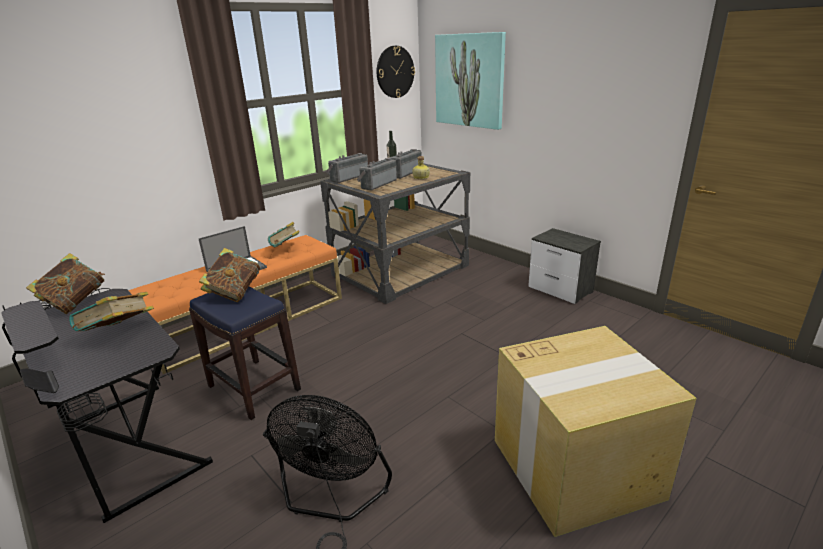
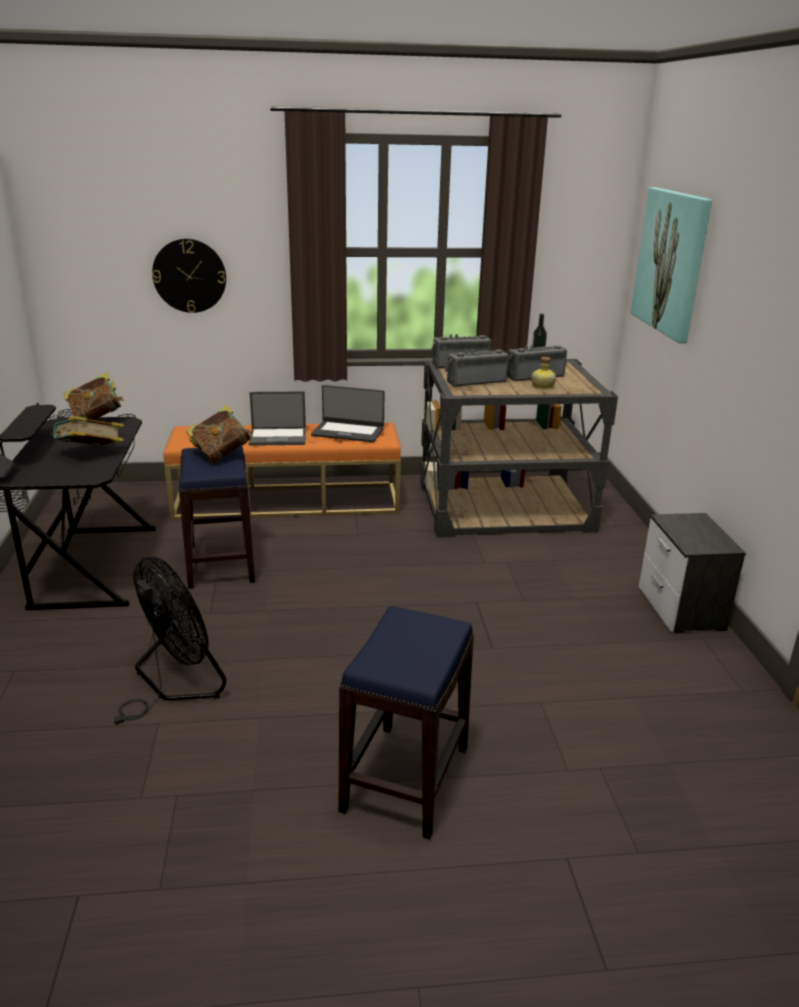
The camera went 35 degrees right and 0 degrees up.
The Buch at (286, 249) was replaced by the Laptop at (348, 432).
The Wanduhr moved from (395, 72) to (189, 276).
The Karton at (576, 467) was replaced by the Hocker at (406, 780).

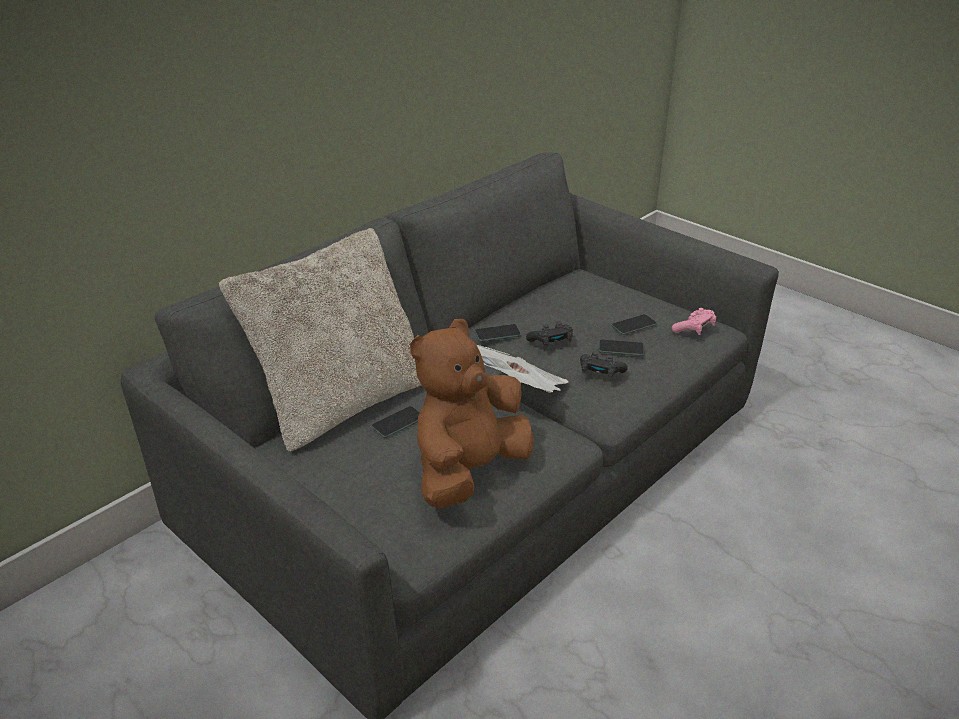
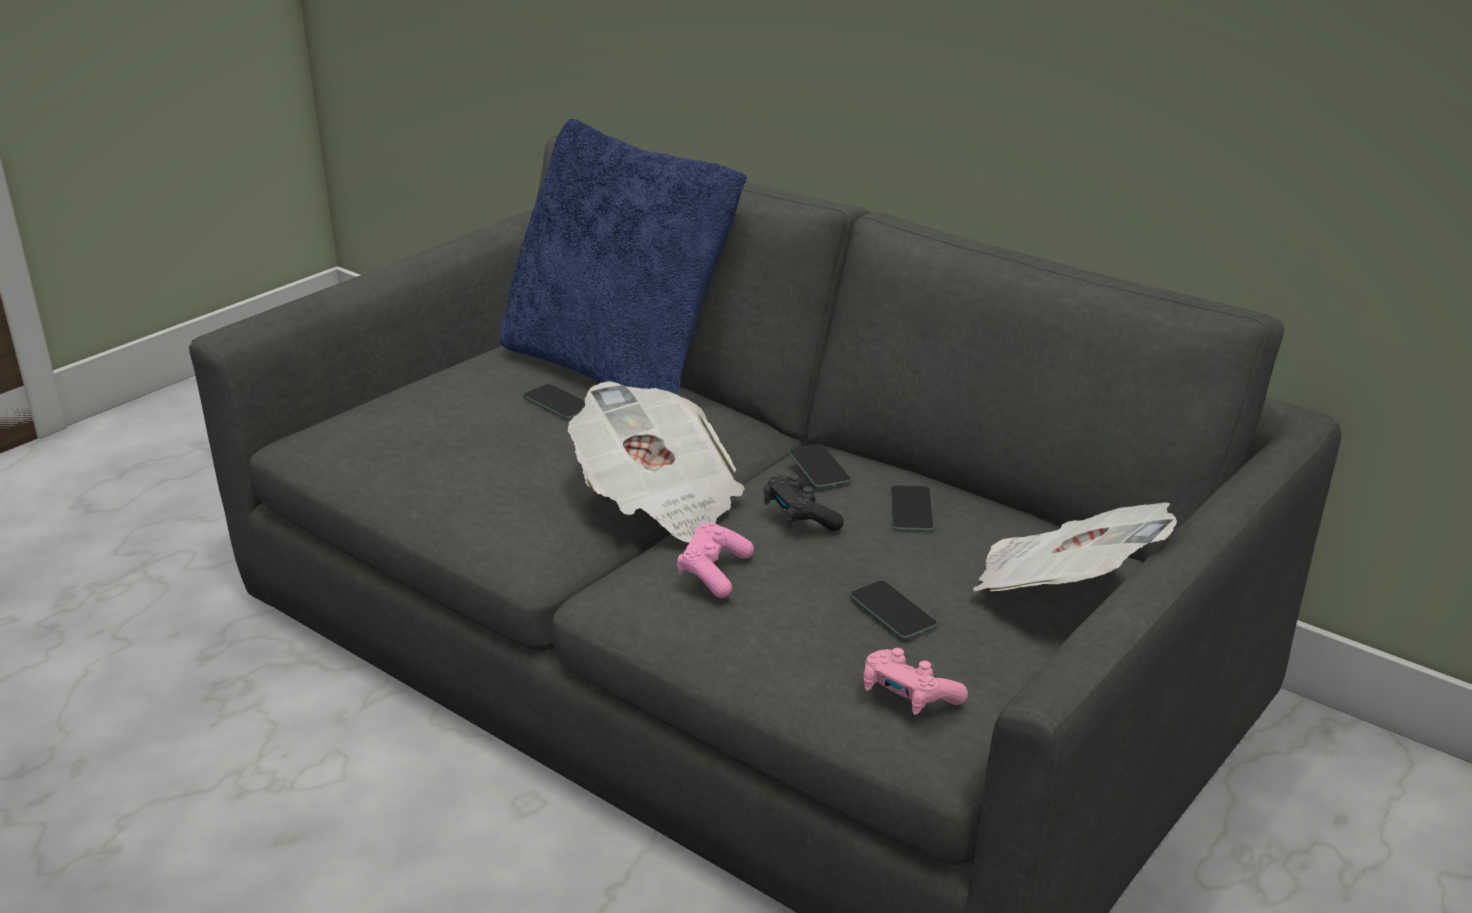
The camera went 85 degrees right and 5 degrees down.
The Kissen (beige) at (342, 398) became the Kissen (blau) at (617, 364).
The Plüschtier (braun) at (469, 471) disappeared.
The Gamepad (schwarz) at (600, 373) became the Gamepad (rosa) at (714, 573).
The Handy moved from (621, 348) to (911, 510).
The Zeitung at (1062, 590) appeared.

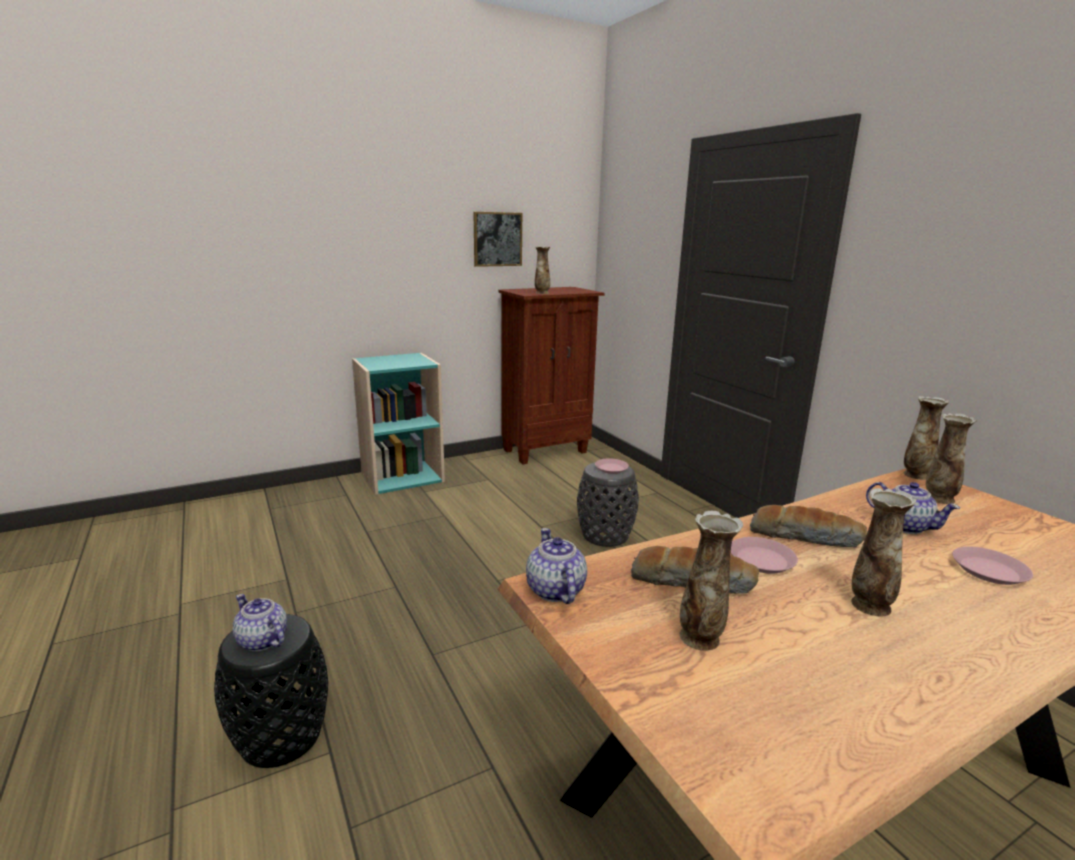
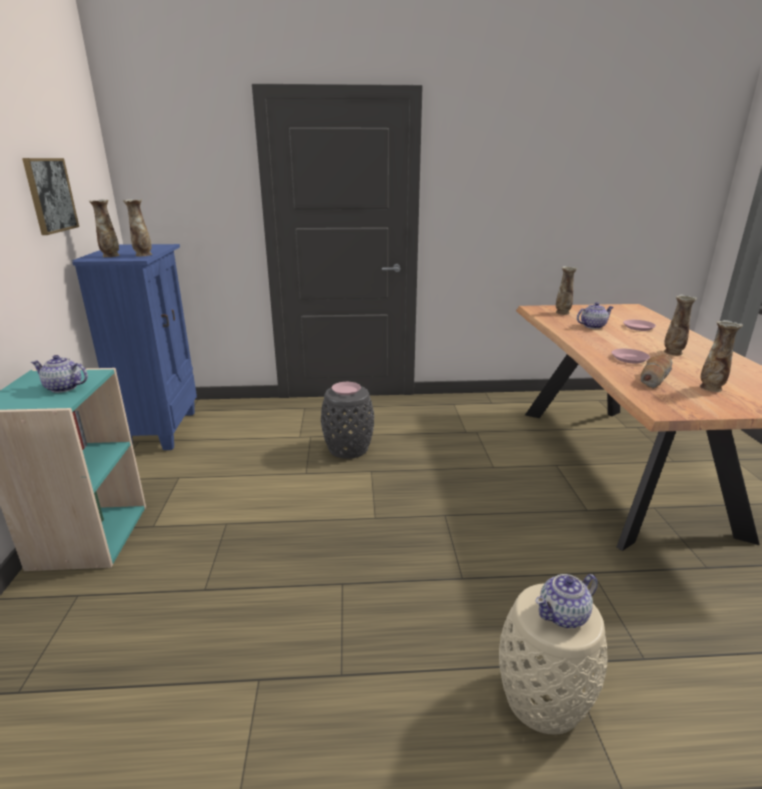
The camera went 65 degrees left and 5 degrees up.
The Hocker (schwarz) at (280, 737) became the Hocker (beige) at (543, 699).
The Schrank (braun) at (546, 452) became the Schrank (blau) at (162, 430).
The Teekanne moved from (555, 591) to (64, 388).
The Brot at (805, 536) disappeared.
The Vase moved from (916, 475) to (110, 256).

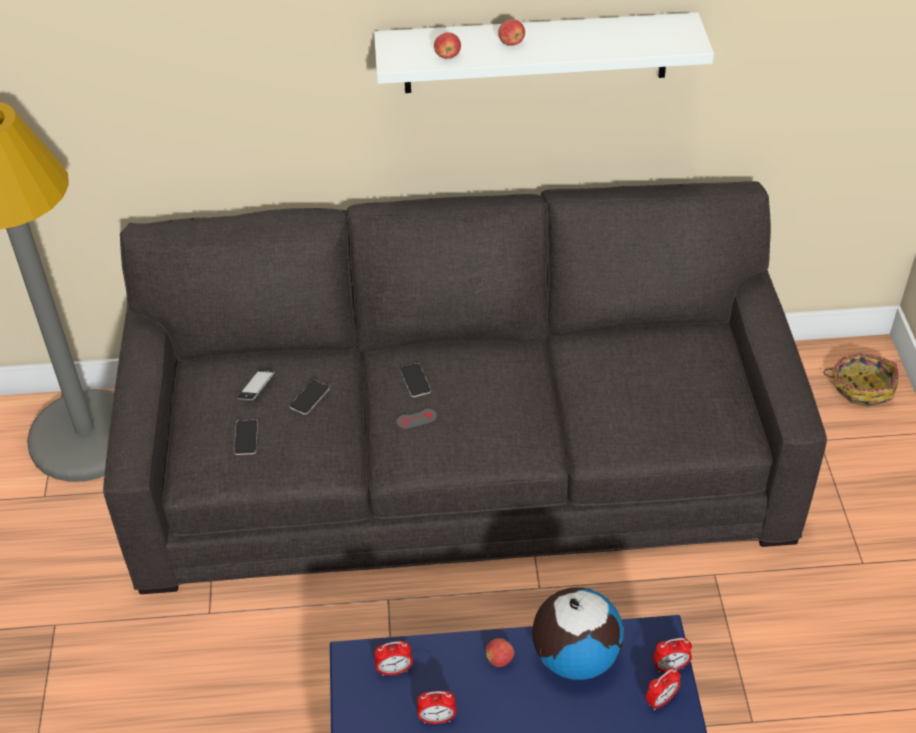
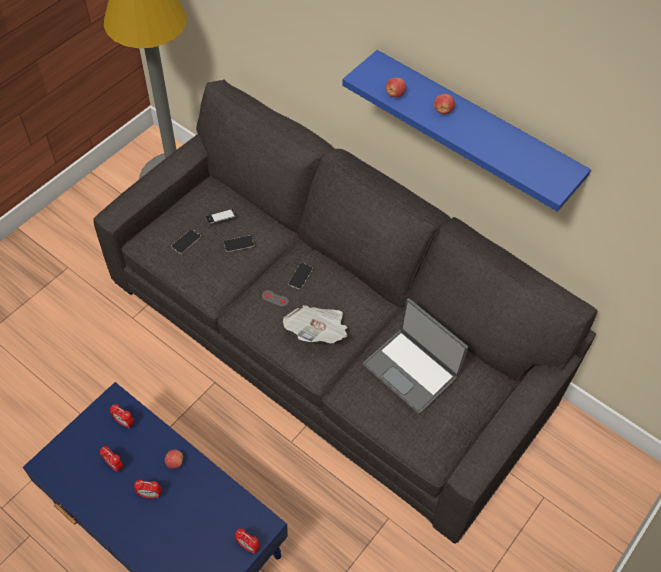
The camera went 40 degrees right and 10 degrees up.
The Wandregal (weiß) at (536, 53) became the Wandregal (blau) at (474, 126).
The Globus at (575, 656) disappeared.
The Wecker moved from (661, 700) to (150, 494).
The Korb at (861, 387) disappeared.
The Zeitung at (317, 332) appeared.
The Laptop at (411, 370) appeared.

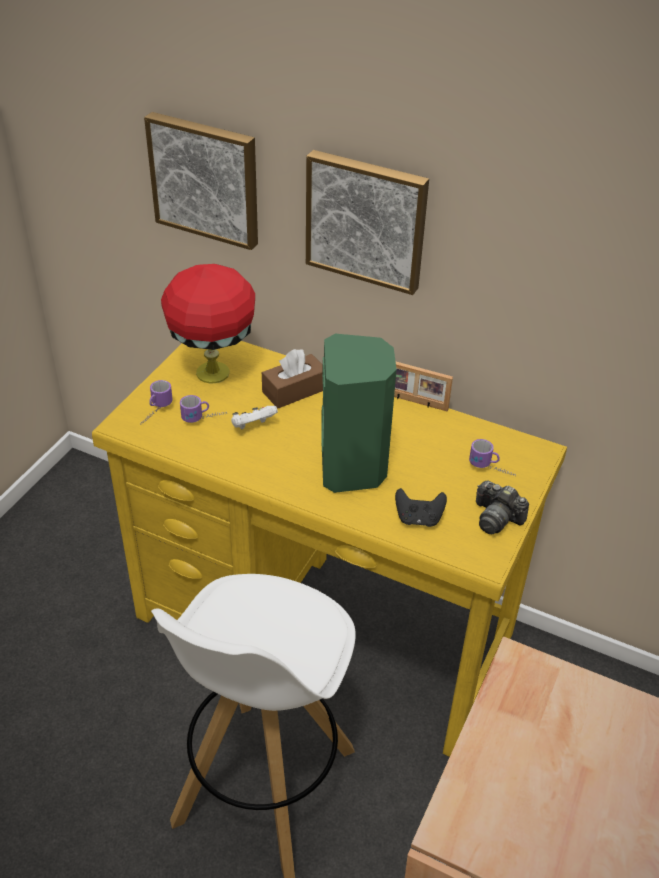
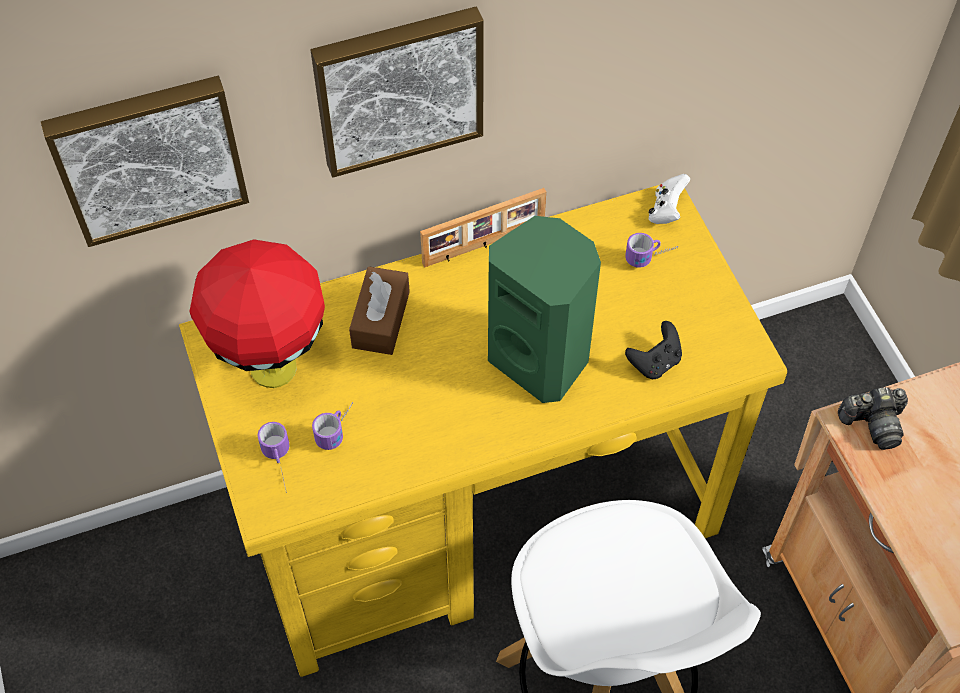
The camera went 45 degrees left and 15 degrees up.
The Gamepad (weiß) moved from (252, 426) to (666, 210).
The Kamera moved from (496, 518) to (873, 424).

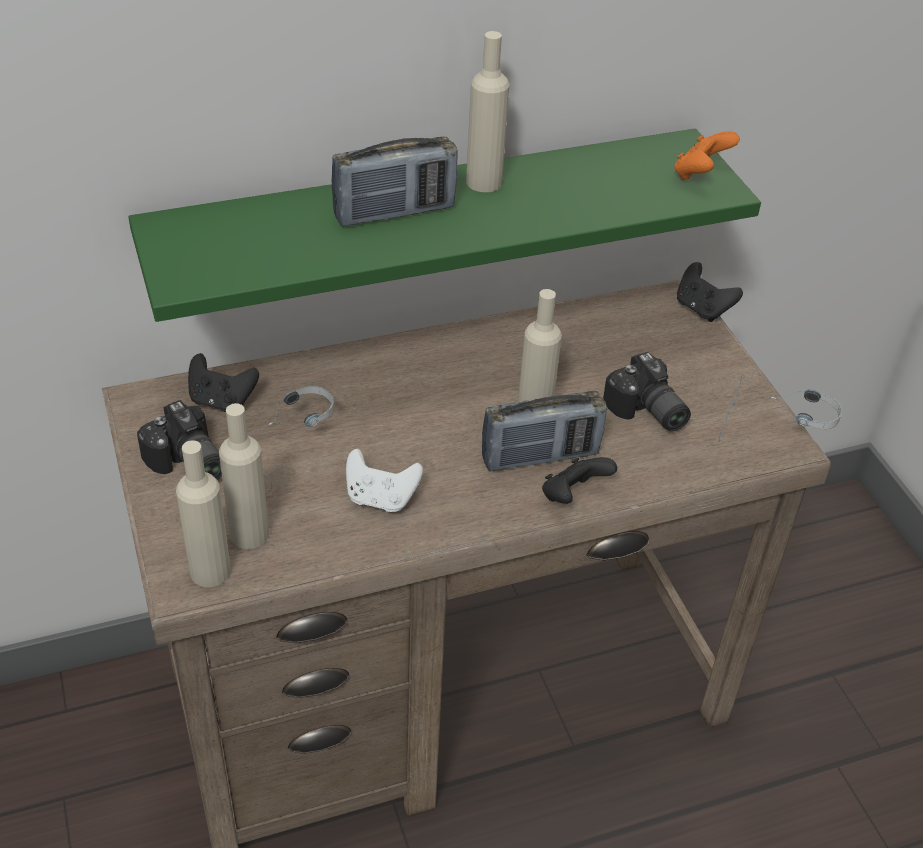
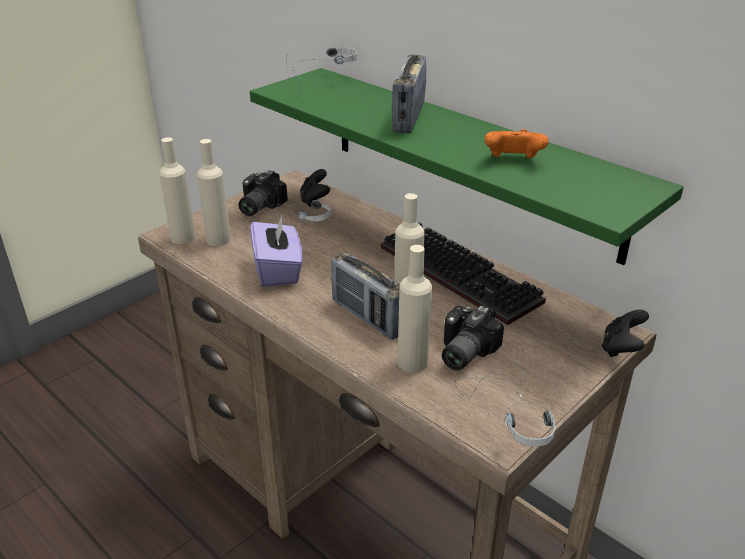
The camera went 65 degrees right and 10 degrees down.
The Radio at (394, 212) turned 60 degrees clockwise.
The Gamepad (weiß) at (381, 498) was replaced by the Taschentuchbox (lila) at (278, 270).
The Flasche (beige) moved from (484, 182) to (412, 362).
The Gamepad (schwarz) at (573, 496) disappeared.
The Gamepad (orange) moved from (700, 174) to (513, 161).
The Kopfhörer at (327, 84) appeared.
The Tastatur at (463, 274) appeared.

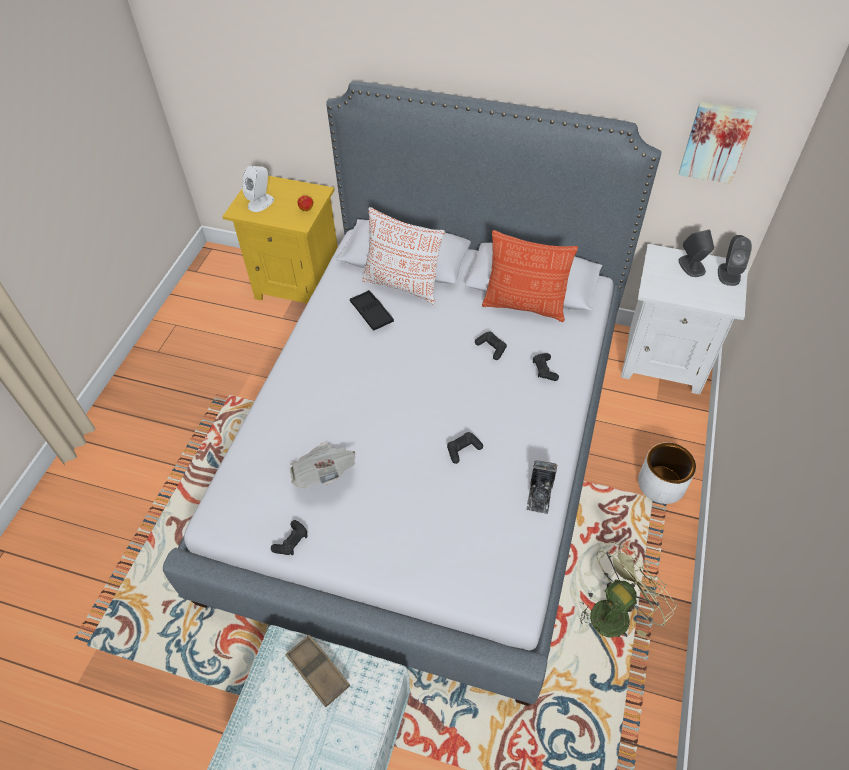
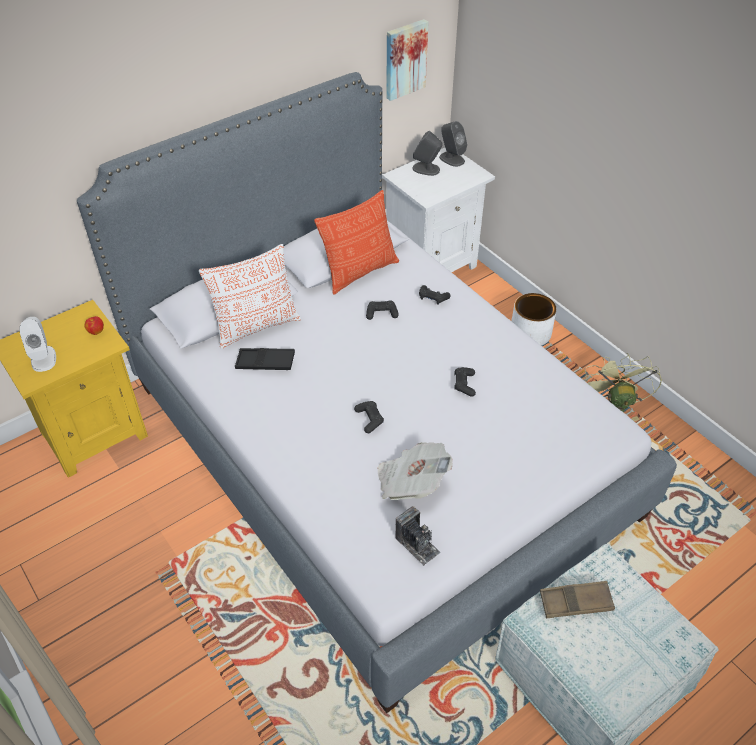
The camera went 55 degrees left and 5 degrees down.
The Gamepad (schwarz) moved from (291, 541) to (369, 419).
The Kamera moved from (539, 494) to (417, 544).

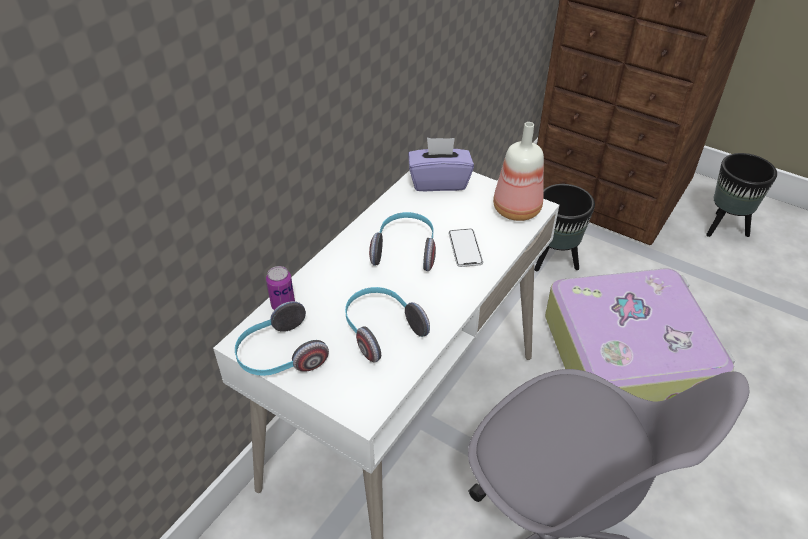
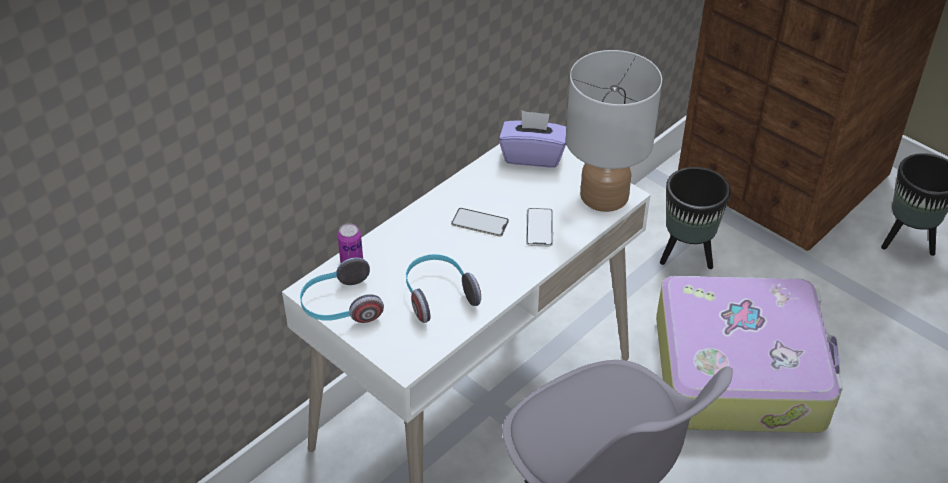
The camera went 10 degrees right and 0 degrees up.
The Kopfhörer at (405, 250) was replaced by the Handy at (480, 222).
The Flasche at (516, 211) was replaced by the Tischlampe (grau) at (603, 196).

